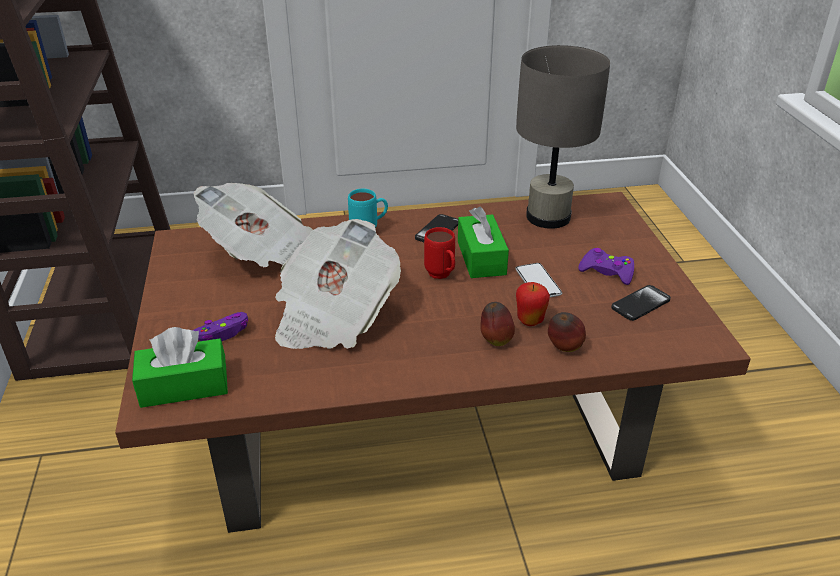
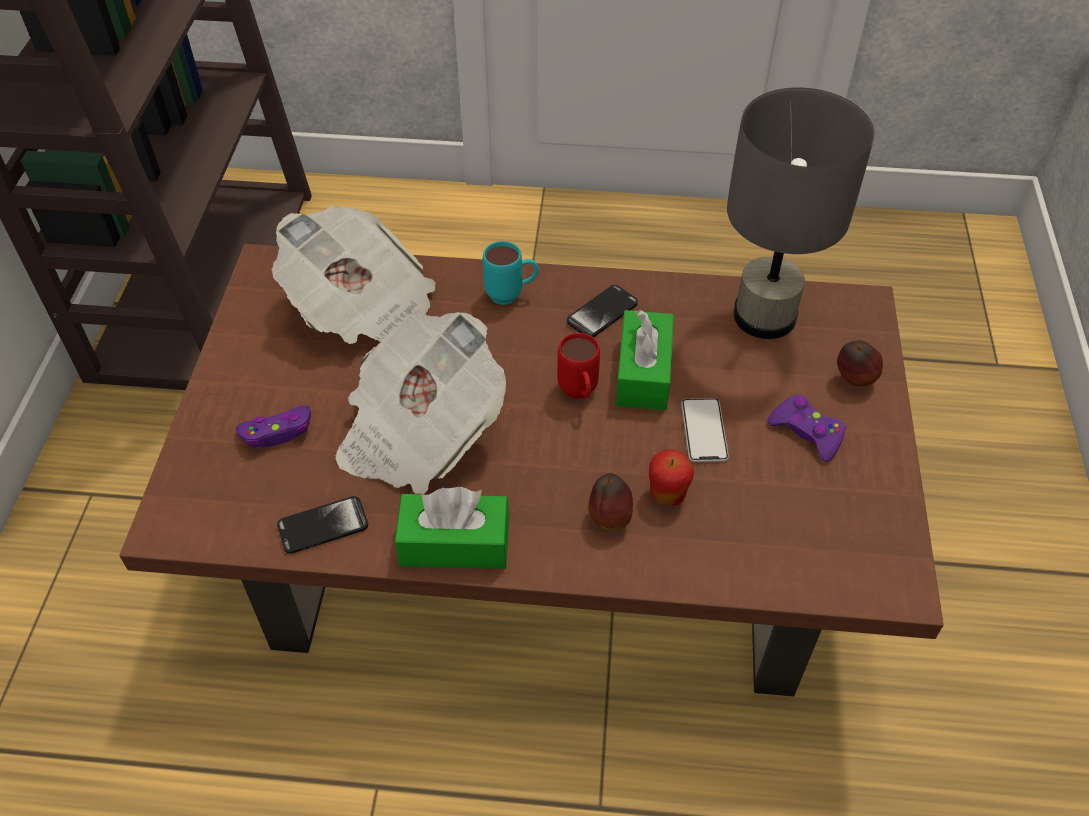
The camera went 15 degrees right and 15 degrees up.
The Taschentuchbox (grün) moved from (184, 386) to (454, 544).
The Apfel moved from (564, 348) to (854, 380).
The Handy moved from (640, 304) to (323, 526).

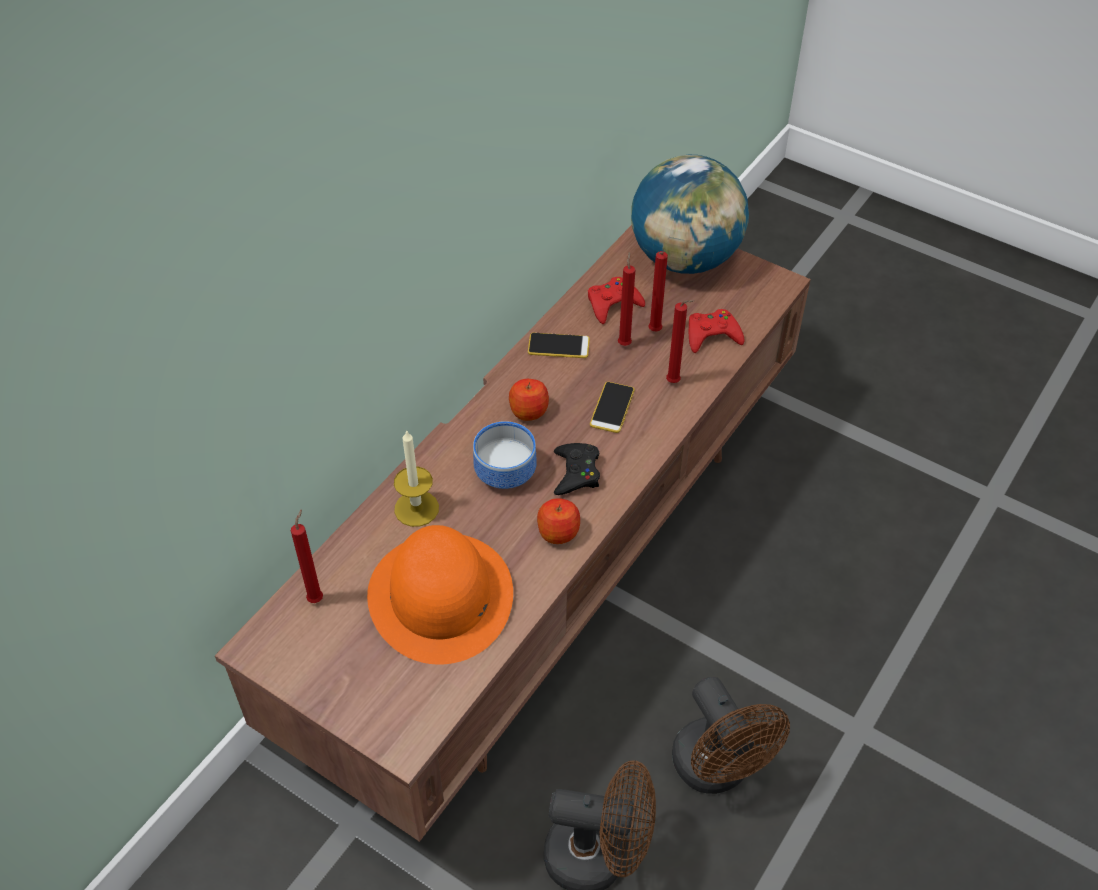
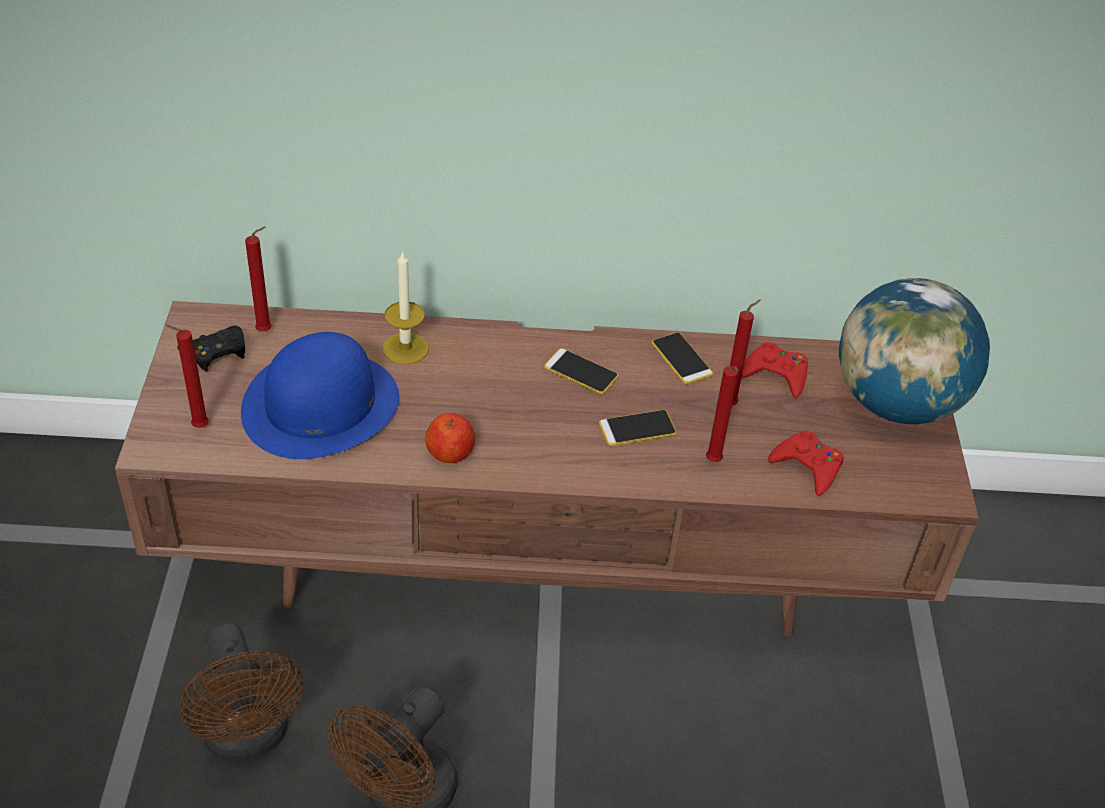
The camera went 55 degrees right and 5 degrees down.
The Hut (orange) at (441, 596) became the Hut (blau) at (320, 405).
The Schüssel at (502, 472) disappeared.
The Apfel at (528, 411) was replaced by the Handy at (581, 372).
The Gamepad (schwarz) moved from (576, 473) to (216, 352).
The Kerze (rot) moved from (654, 332) to (197, 427).

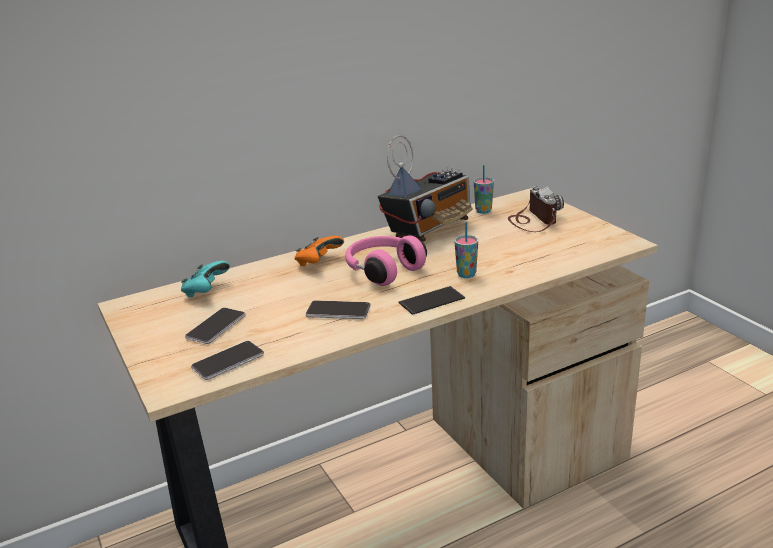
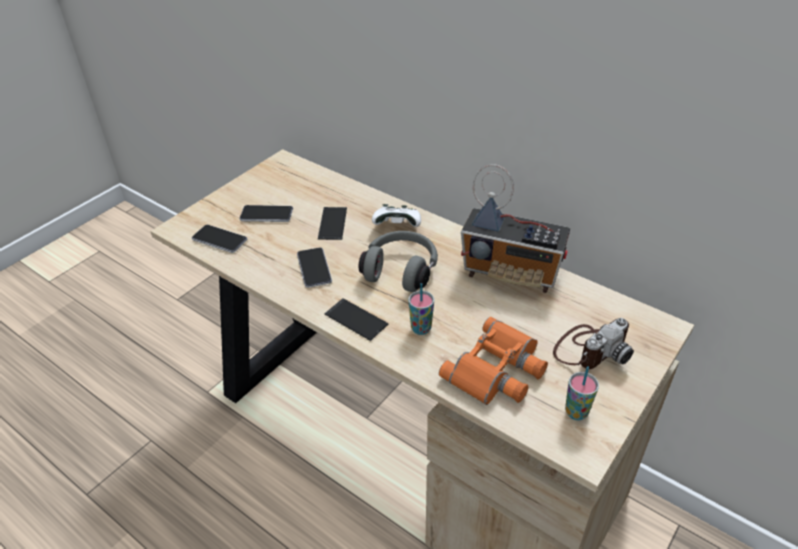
The camera went 65 degrees right and 15 degrees up.
The Gamepad (türkis) at (206, 291) disappeared.
The Gamepad (orange) at (318, 262) became the Gamepad (weiß) at (397, 226).
The Kopfhörer (rosa) at (383, 270) became the Kopfhörer (grau) at (401, 270).
The Tasse moved from (483, 211) to (576, 412).
The Handy at (332, 223) appeared.
The Fernglas (orange) at (498, 370) appeared.

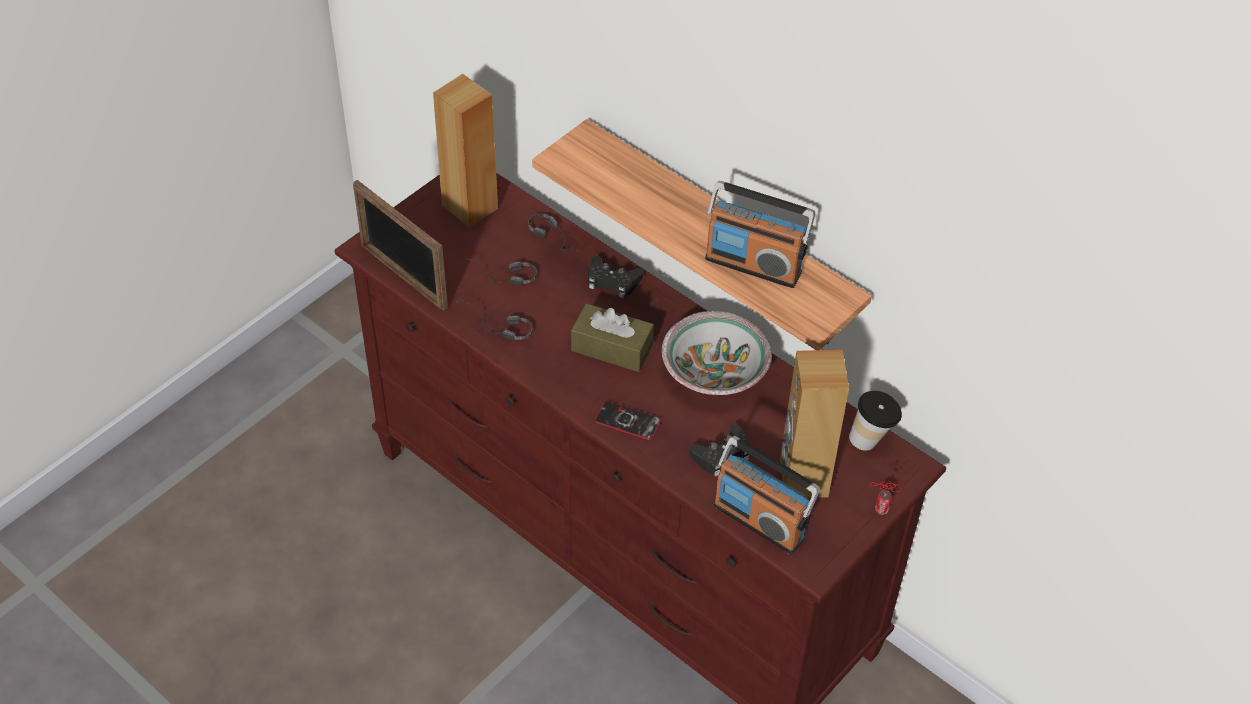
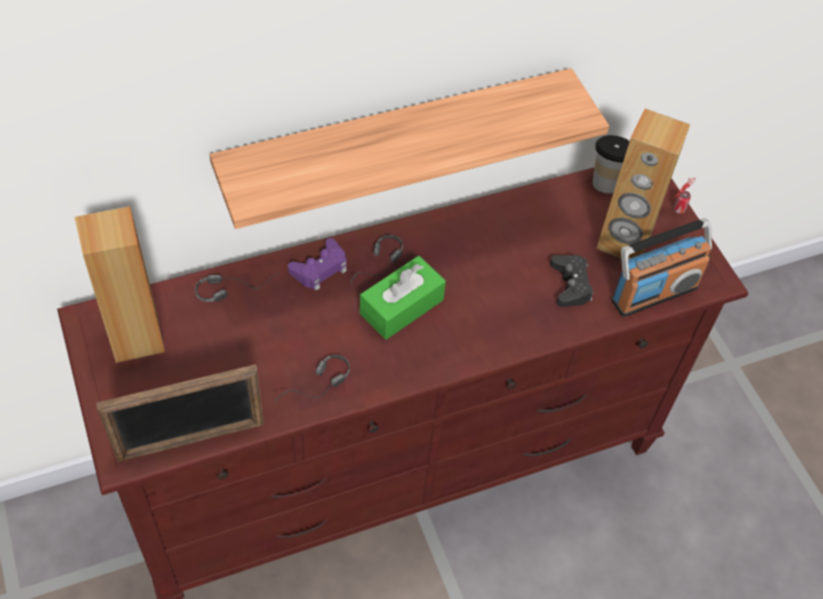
The camera went 65 degrees left and 5 degrees up.
The Kopfhörer moved from (498, 277) to (378, 269).
The Taschentuchbox (braun) at (612, 348) became the Taschentuchbox (grün) at (401, 307).
The Gamepad (schwarz) at (612, 281) became the Gamepad (lila) at (320, 269).
The Handy at (627, 421) disappeared.
The Schüssel at (716, 371) disappeared.
The Radio at (753, 265) disappeared.

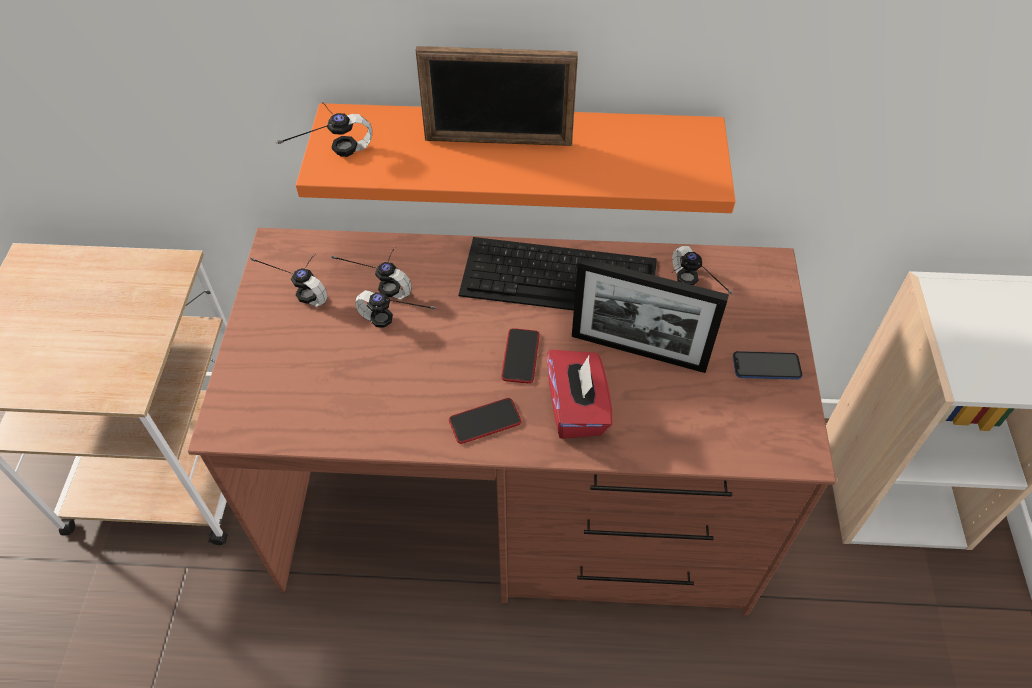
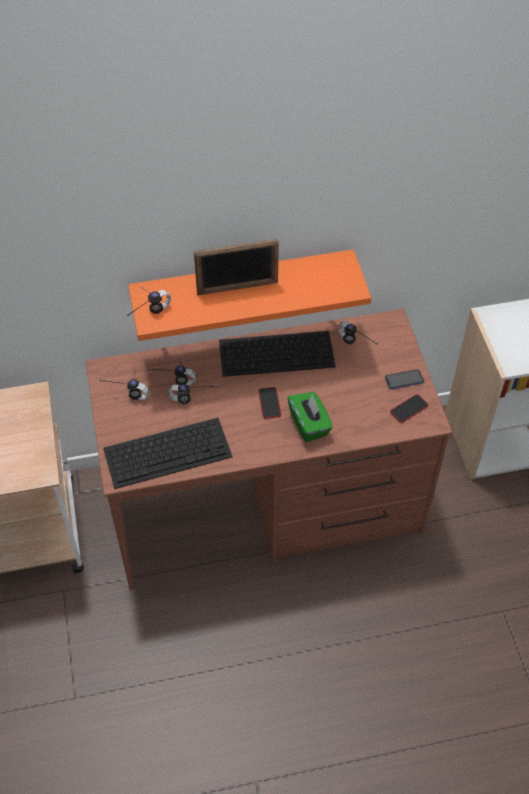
The camera went 15 degrees left and 0 degrees up.
The Handy moved from (485, 421) to (409, 409).
The Taschentuchbox (rot) at (577, 409) became the Taschentuchbox (grün) at (309, 424).
The Bilderrahmen at (638, 351) disappeared.
The Tastatur at (168, 452) appeared.

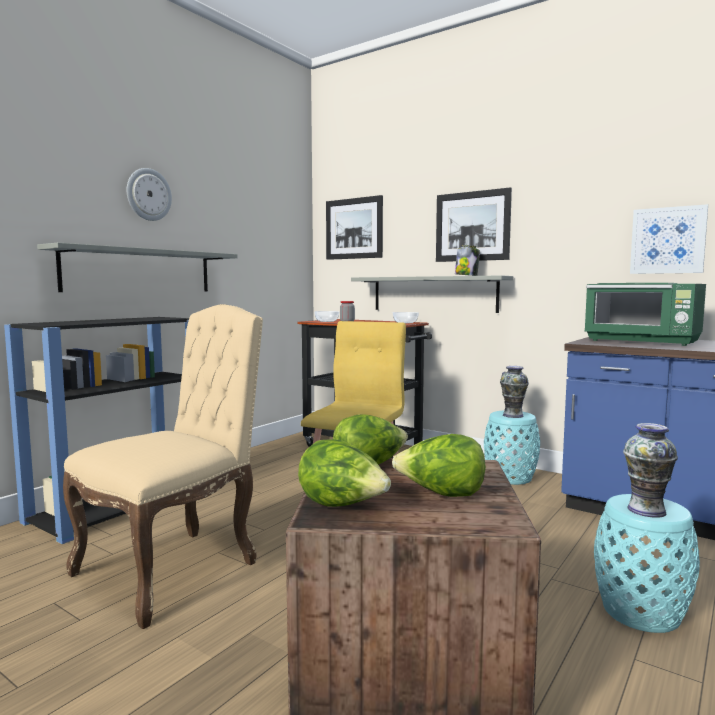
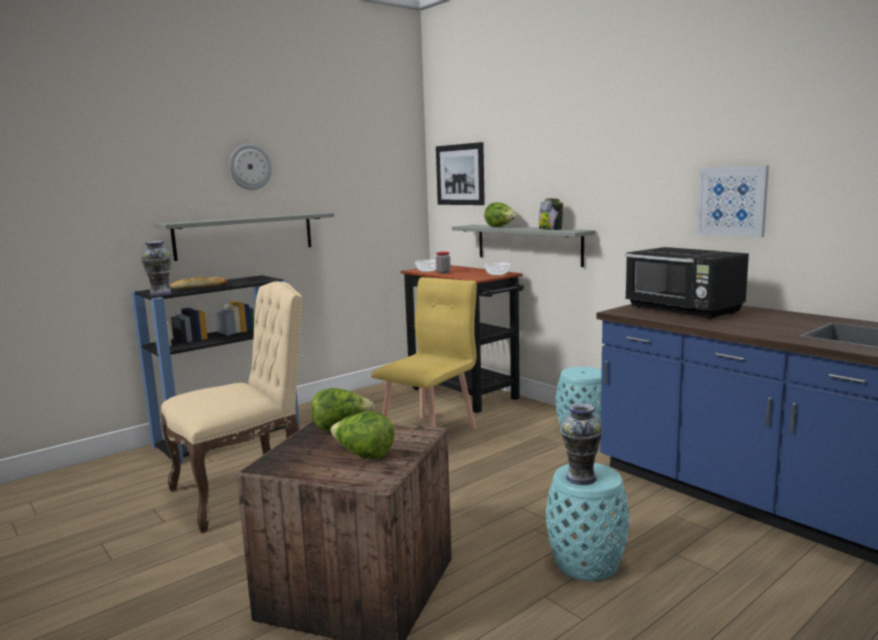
The camera went 15 degrees right and 5 degrees up.
The Salatkopf moved from (342, 506) to (500, 227).
The Bild at (472, 226) disappeared.
The Vase moved from (512, 415) to (160, 293).
The Mikrowelle (grün) at (643, 341) became the Mikrowelle (schwarz) at (683, 310).
The Brot at (199, 287) appeared.

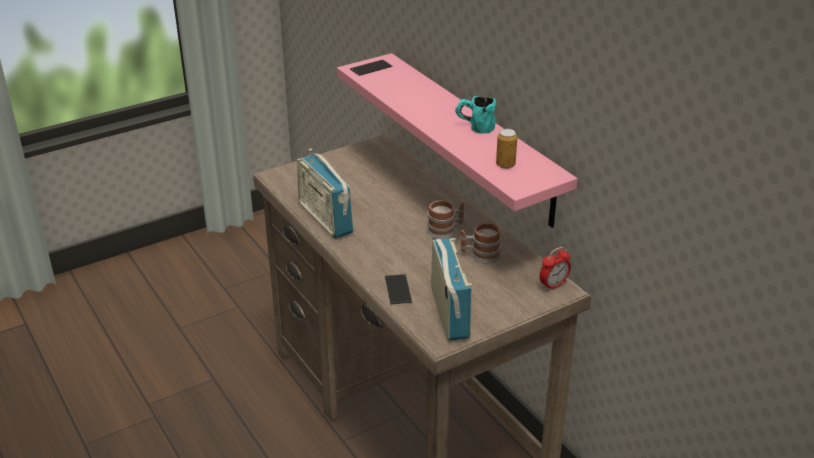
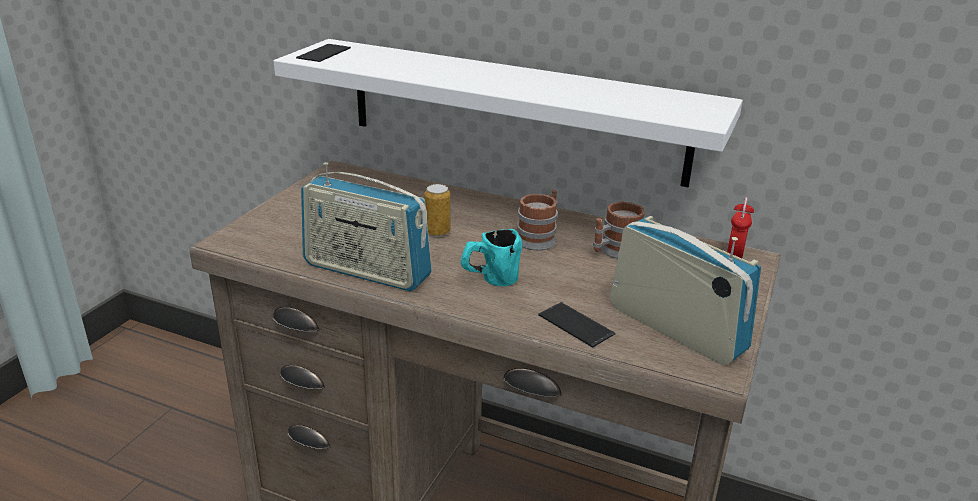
The camera went 35 degrees left and 5 degrees down.
The Wandregal (rosa) at (473, 137) became the Wandregal (weiß) at (514, 110).
The Henkelbecher (türkis) moved from (474, 127) to (489, 279).
The Dose moved from (505, 165) to (437, 232).

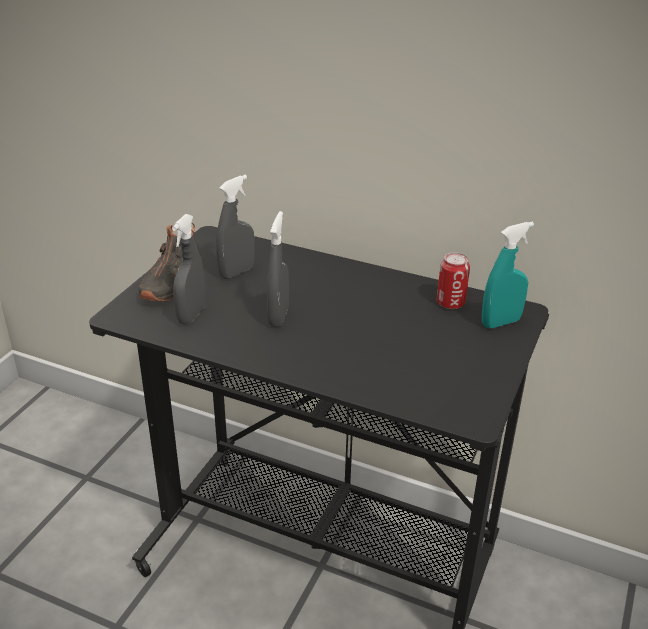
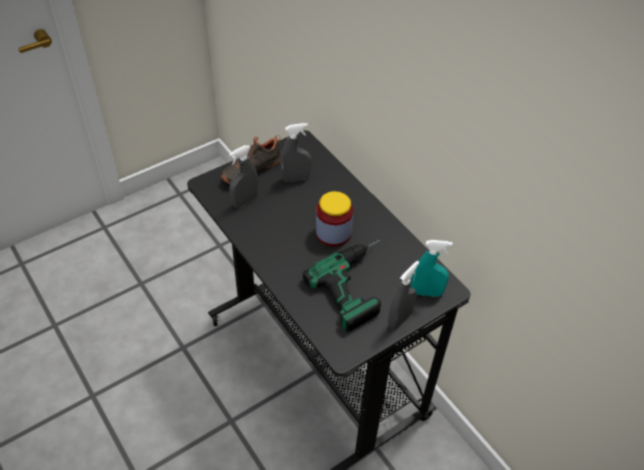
The camera went 30 degrees right and 15 degrees up.
The Sprühflasche (grau) moved from (278, 317) to (399, 320).
The Dose at (450, 303) disappeared.
The Bohrmaschine at (360, 284) appeared.
The Vorratsglas at (333, 233) appeared.

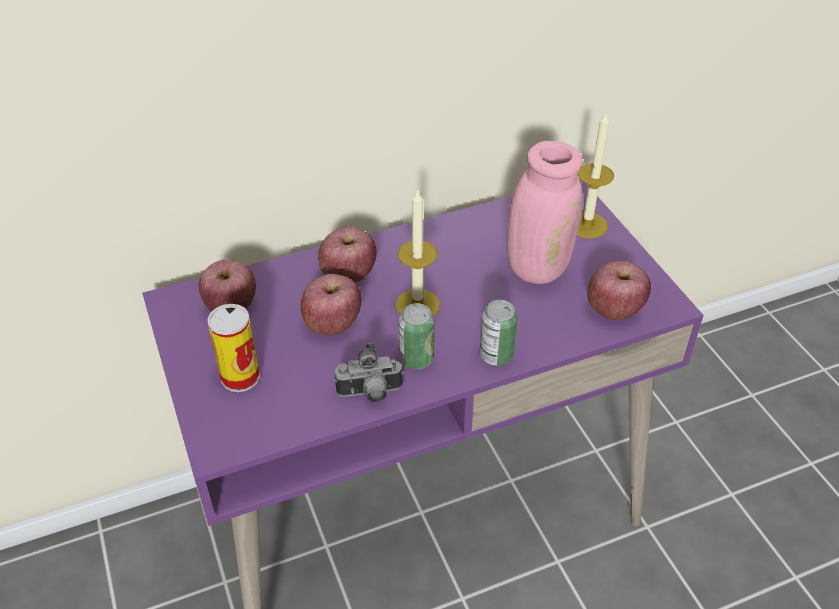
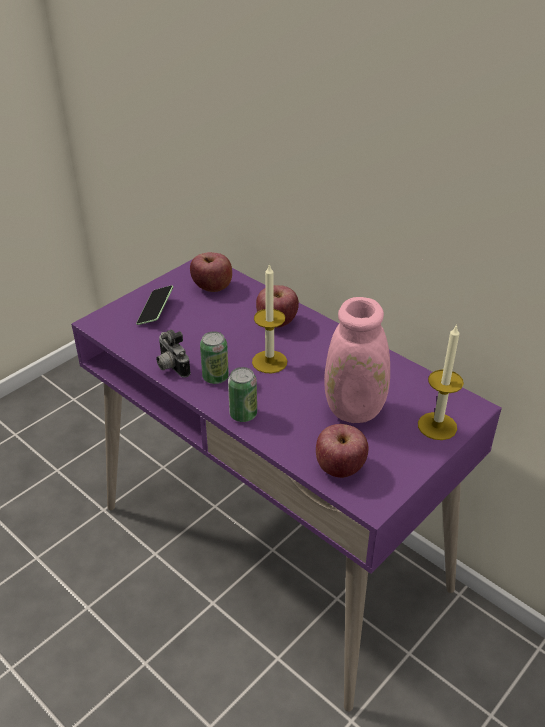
The camera went 65 degrees right and 5 degrees down.
The Dose at (240, 377) was replaced by the Handy at (155, 311).
The Apfel at (332, 324) disappeared.

